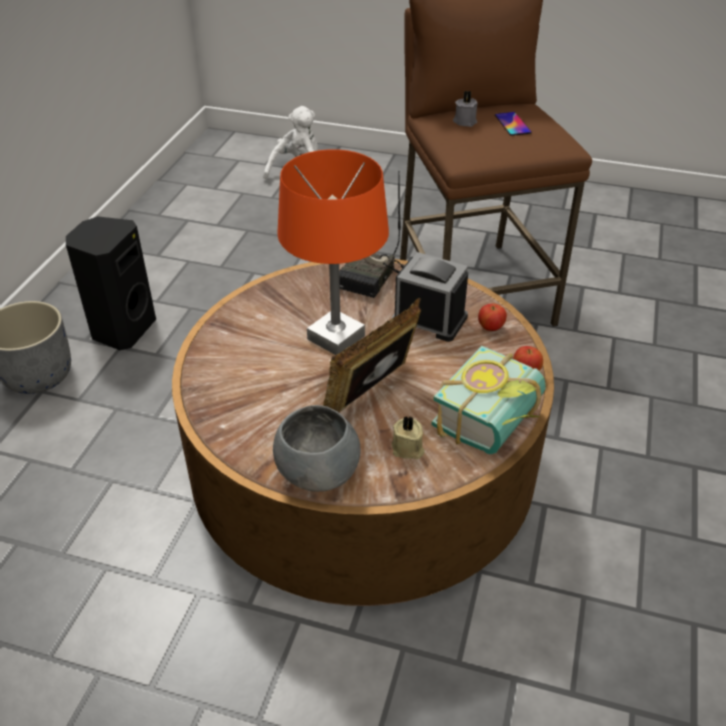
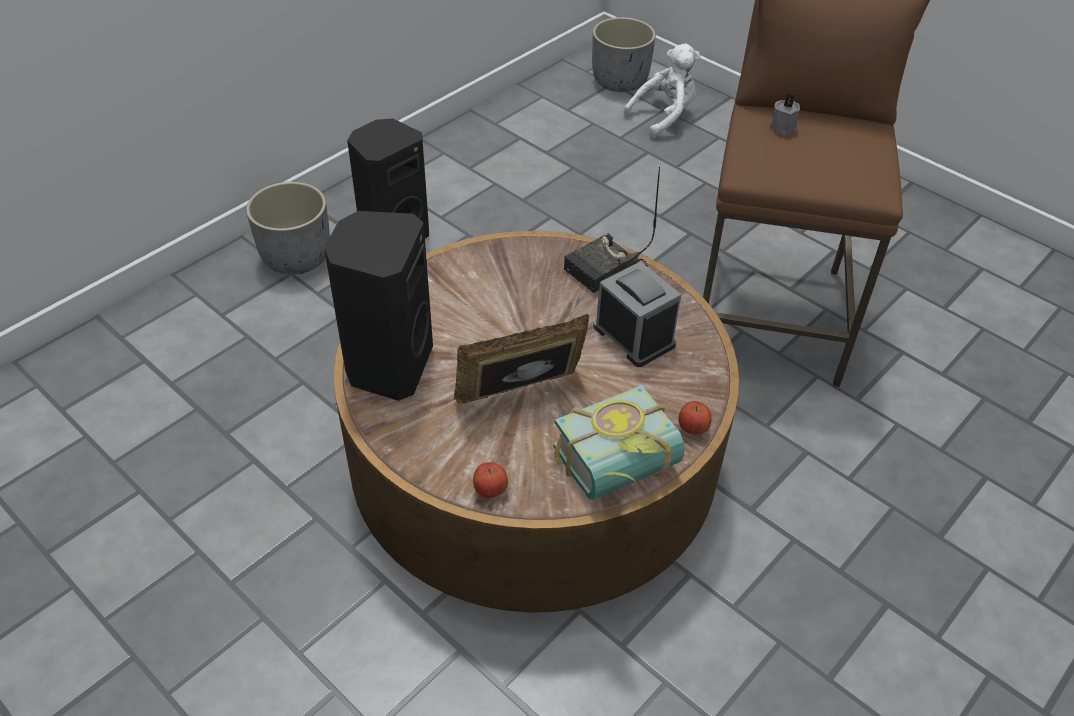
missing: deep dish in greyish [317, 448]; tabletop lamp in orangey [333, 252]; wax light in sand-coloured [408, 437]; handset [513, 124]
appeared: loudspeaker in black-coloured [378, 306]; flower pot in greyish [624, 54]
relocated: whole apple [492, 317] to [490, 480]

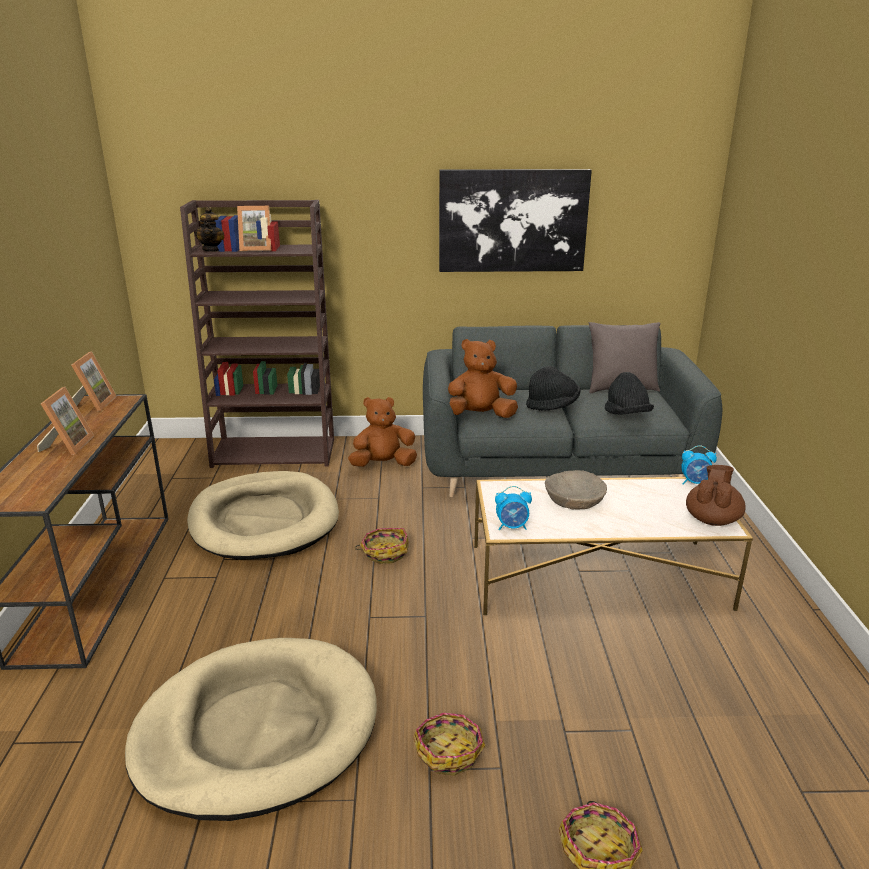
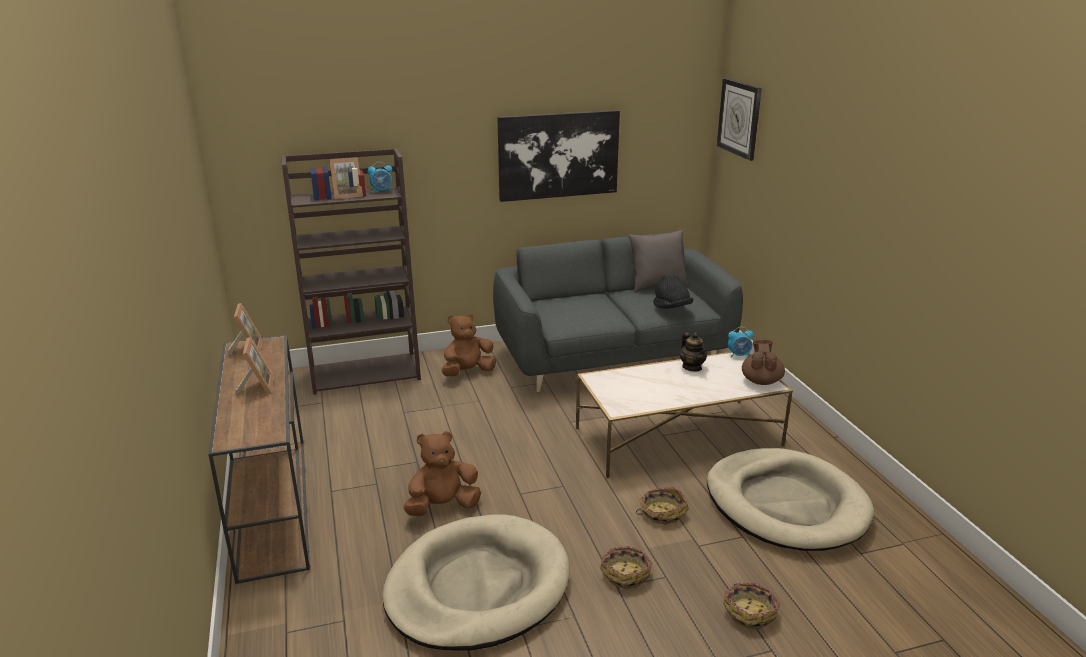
missing: wearable hat in black-coloured [553, 388]; deep dish in sand-coloured [576, 490]
appeared: hanging clock [739, 119]
relocated: dog bed in sand-coloured [263, 515] to [790, 499]; pot for tea [209, 229] to [693, 352]; storage basket [381, 546] to [662, 506]; plush toy in brown-coloured [483, 378] to [442, 473]; bedside clock [513, 508] to [380, 177]

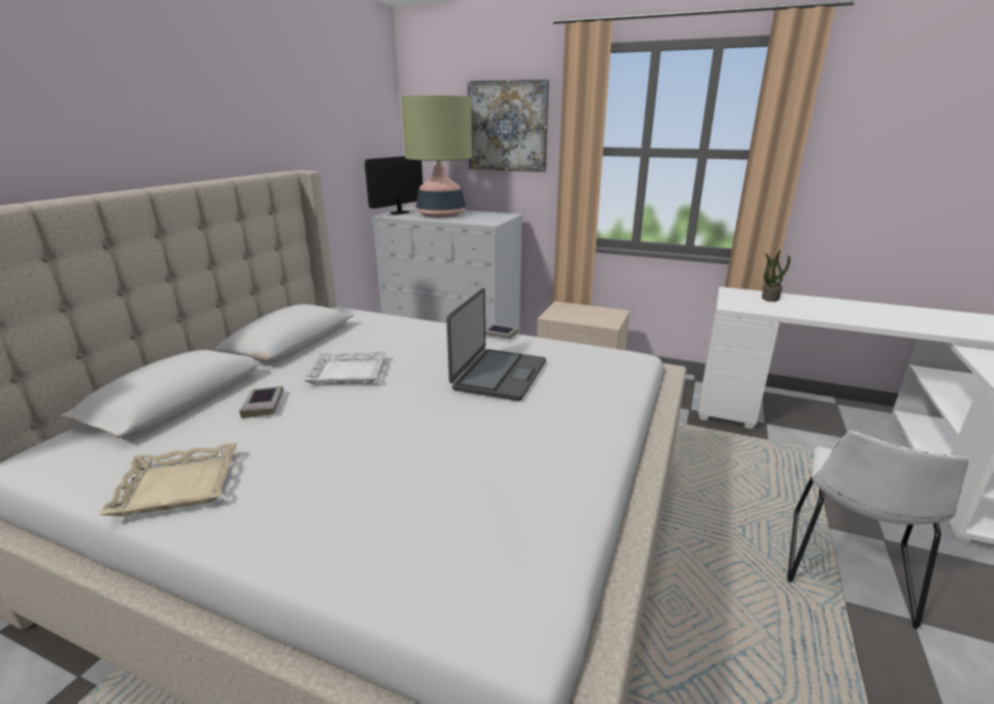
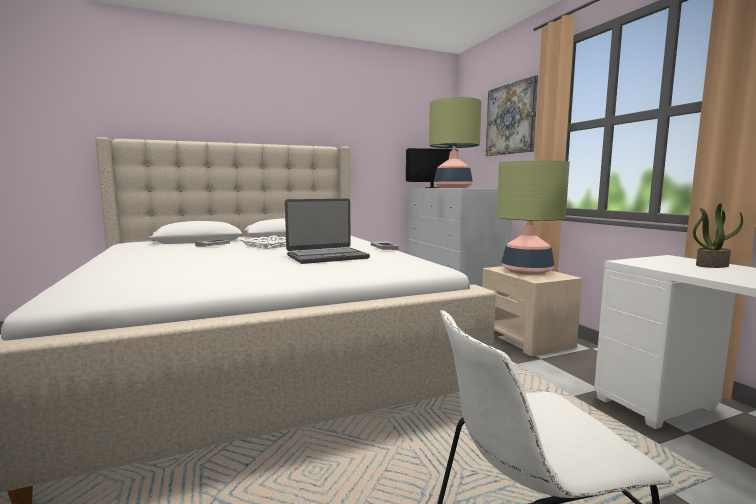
missing: carrying tray in sand-coloured [168, 479]
appeared: tabletop lamp [533, 217]

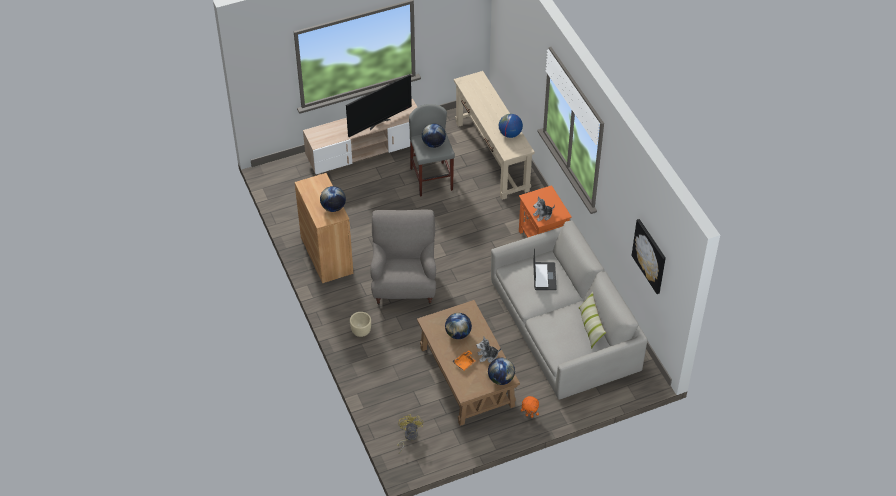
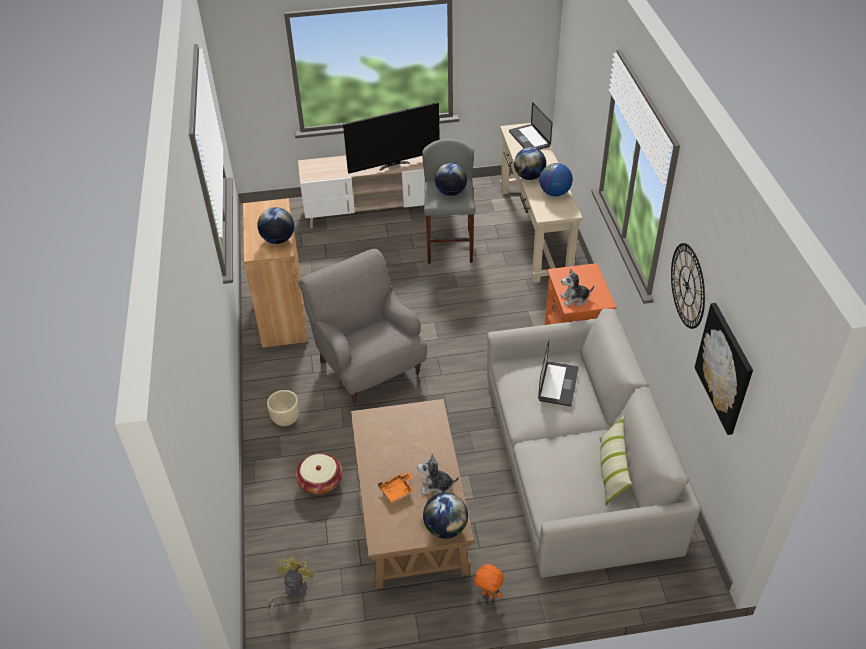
appeared: storage basket [319, 474]; notebook computer [530, 125]; hanging clock [688, 286]
relocated: globe [458, 326] to [530, 163]
spun: easy chair in greyish [403, 257] = [363, 326] 45 degrees counterclockwise

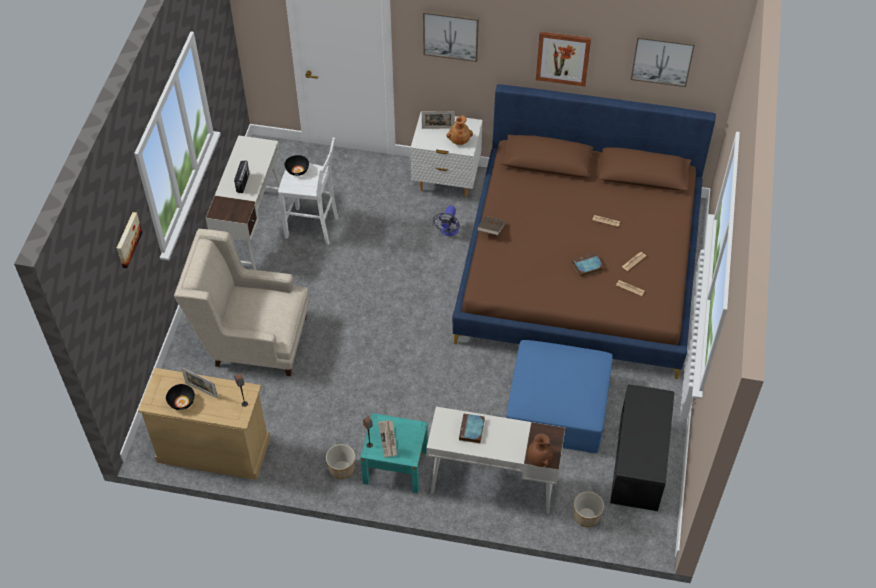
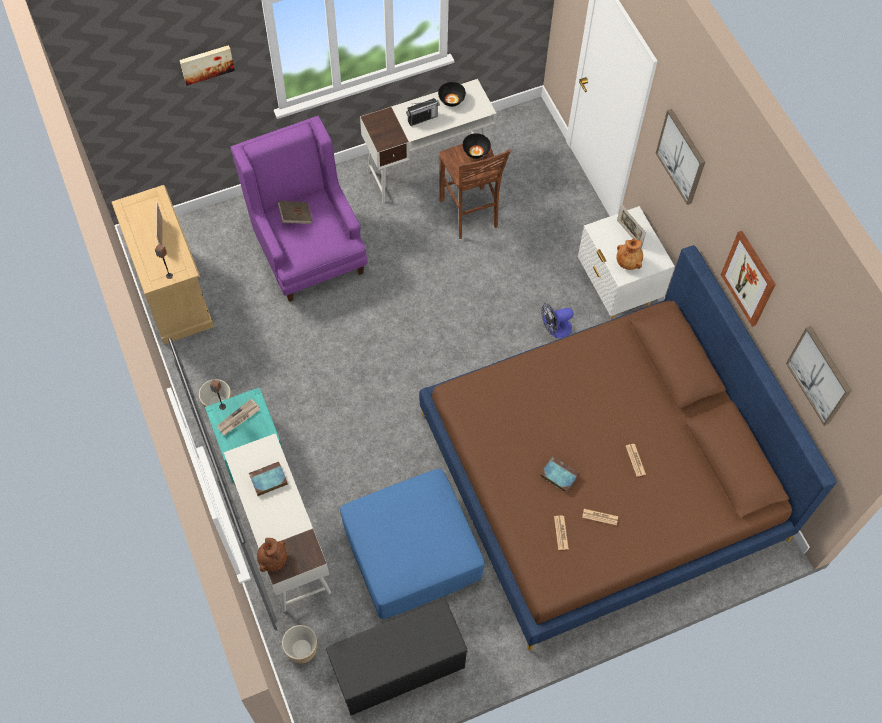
relocated: deep dish in black-coloured [180, 397] to [452, 94]; book in brown-coloured [491, 225] to [295, 212]
colour: easy chair in sand-coloured [241, 302] to easy chair in purple [299, 209]; stool in white [308, 191] to stool in brown-coloured [475, 191]

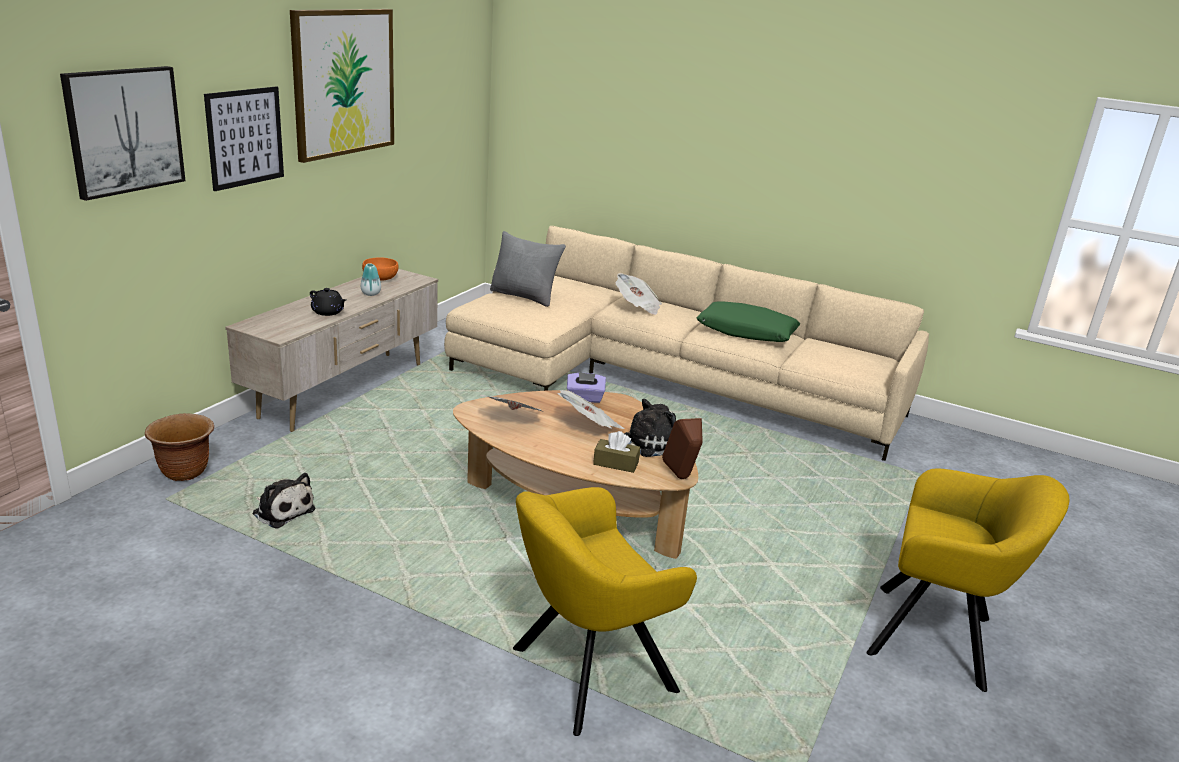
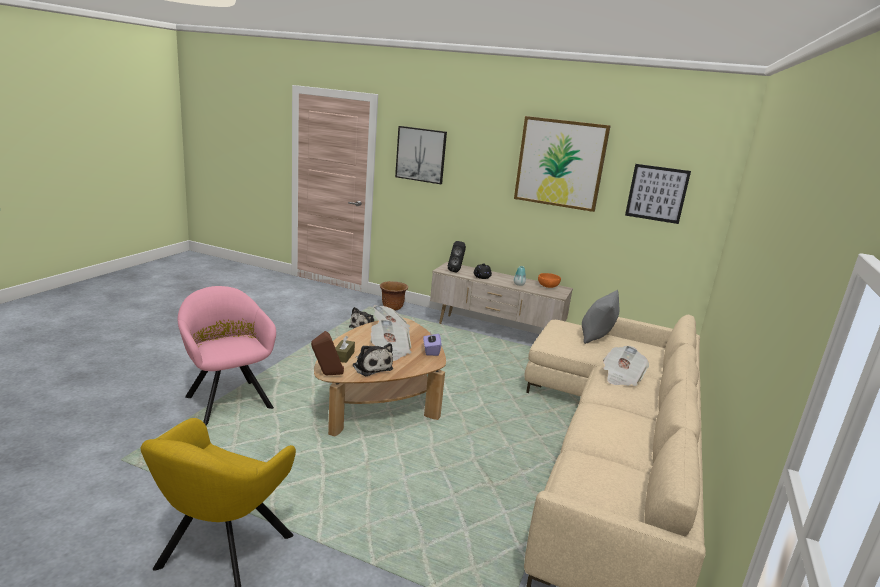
missing: throw pillow in green [748, 322]
appeared: loudspeaker in black-coloured [456, 257]
relocated: wall picture [244, 138] to [658, 194]
colour: easy chair in yellowish [605, 611] to easy chair in pinkish [227, 355]

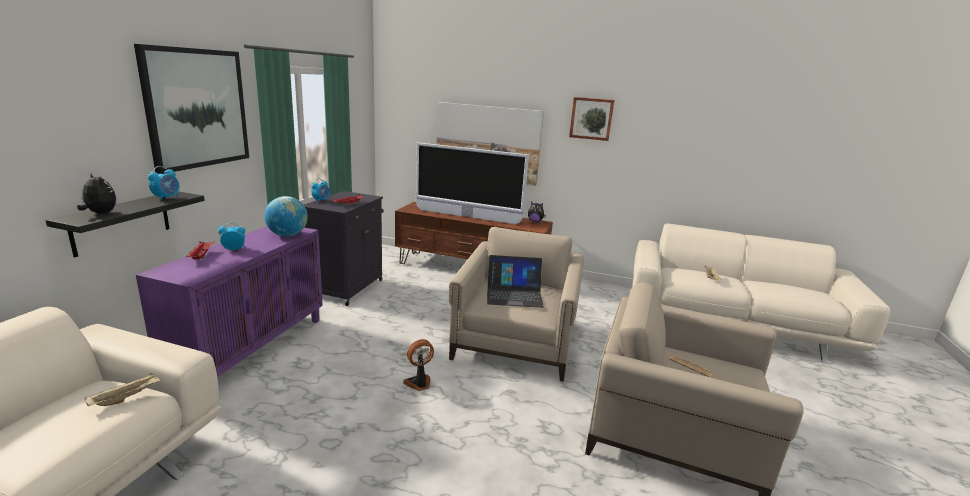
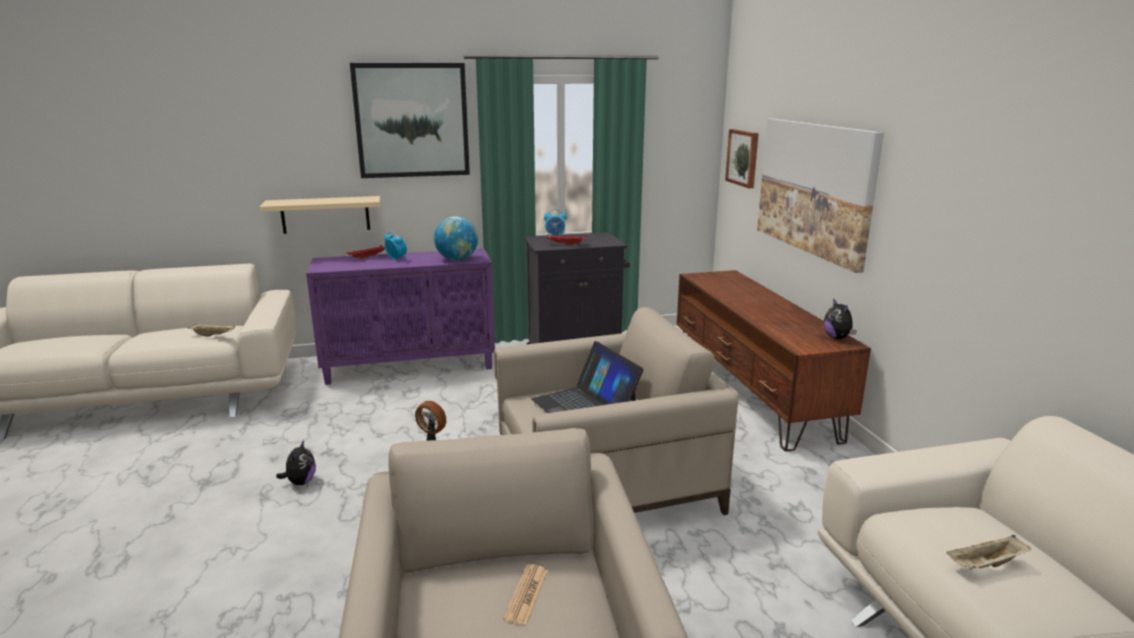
missing: bedside clock [163, 183]; television [472, 183]
relocated: plush toy [96, 193] to [296, 462]; wall picture [592, 119] to [742, 158]
colour: wall shelf in black-coloured [125, 224] to wall shelf in sand-coloured [320, 215]

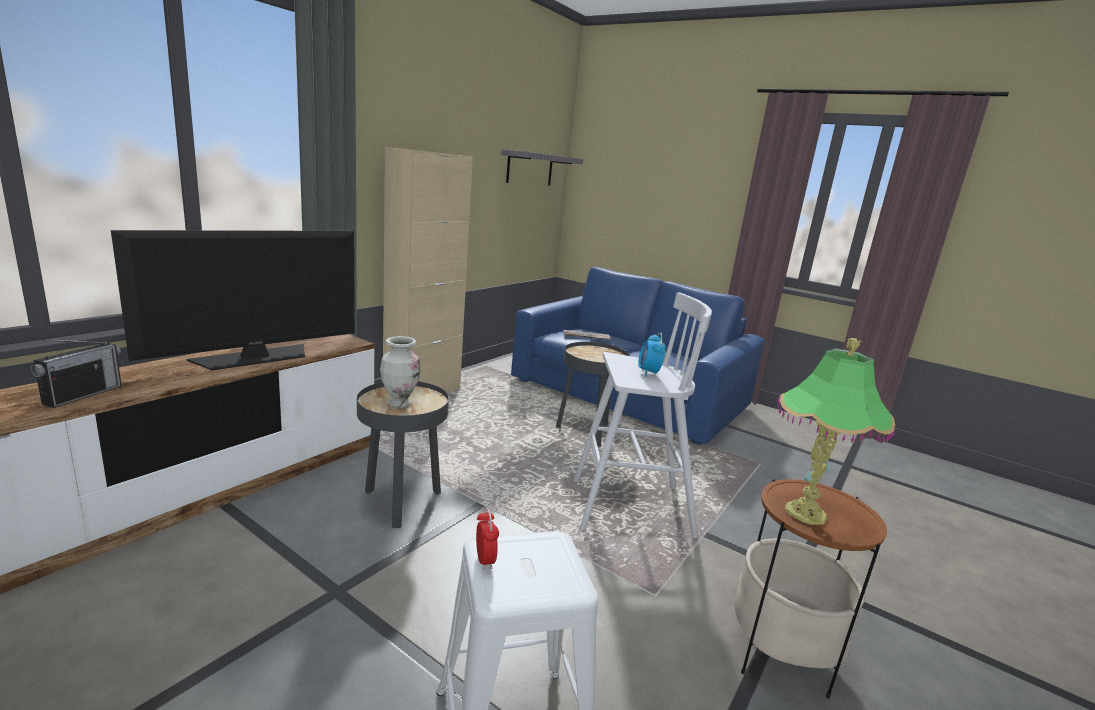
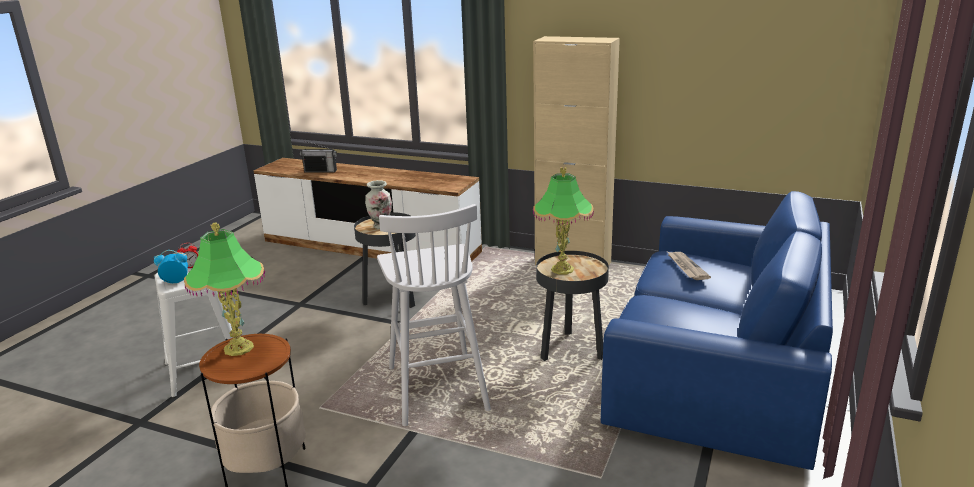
missing: television [233, 300]; wall shelf in greyish [542, 167]
appeared: tabletop lamp [563, 221]
relocated: bedside clock [652, 354] to [171, 266]

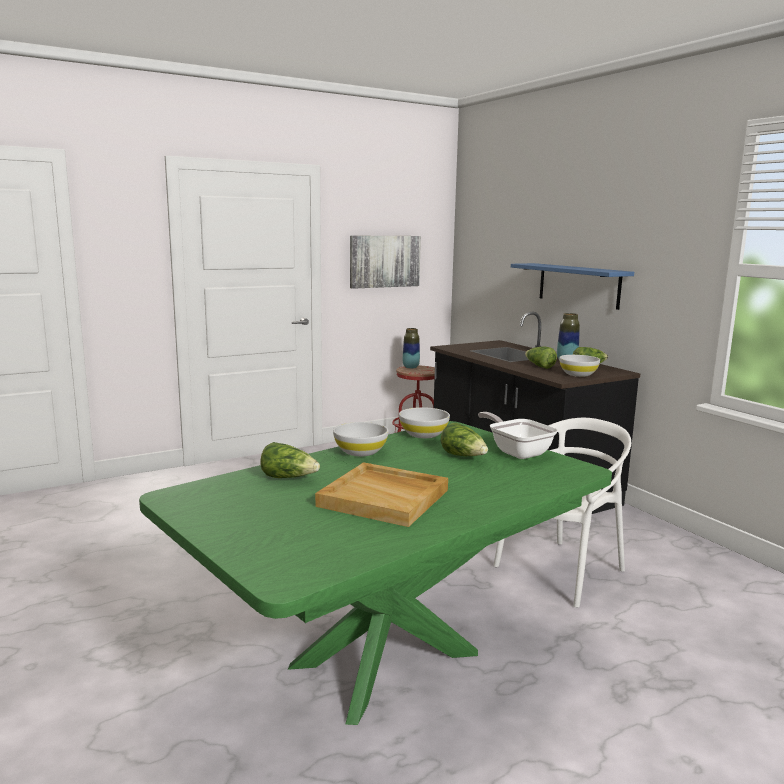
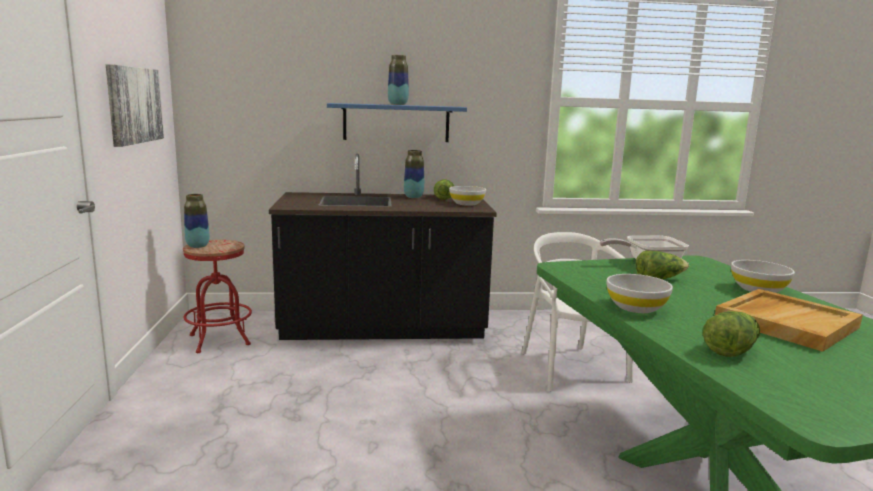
missing: lettuce head [541, 358]
appeared: decorative vase [398, 80]
relocated: deep dish in white [424, 422] to [763, 276]

